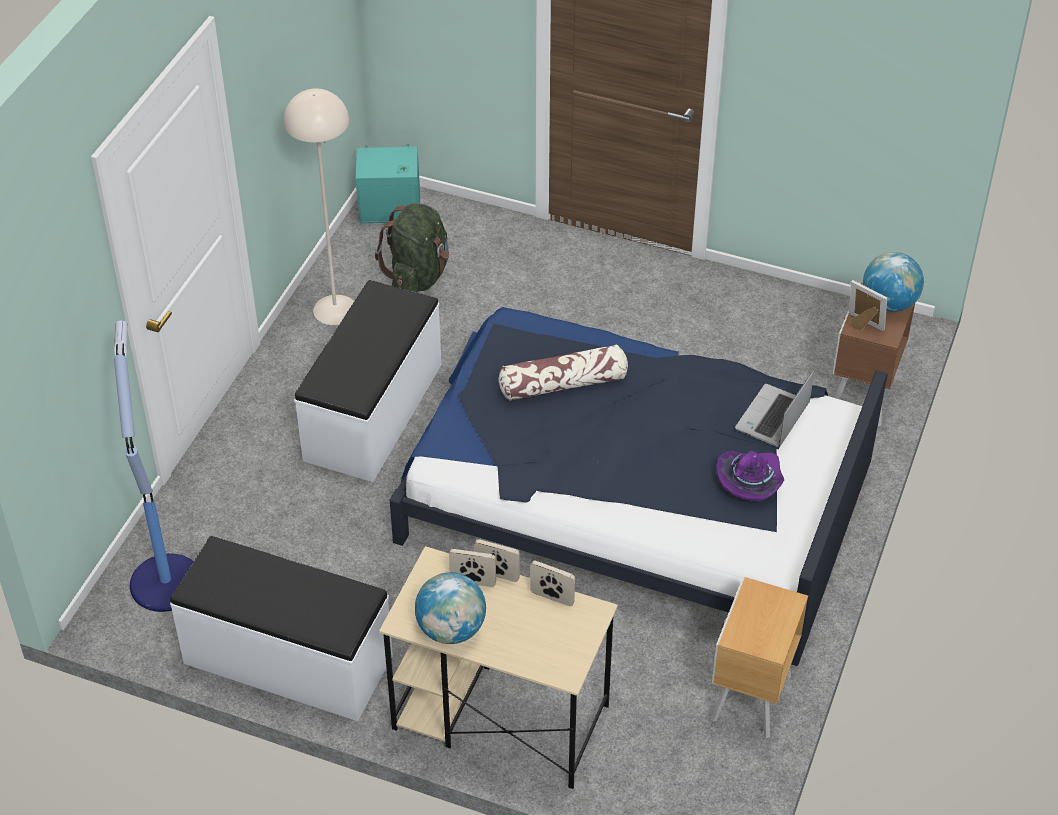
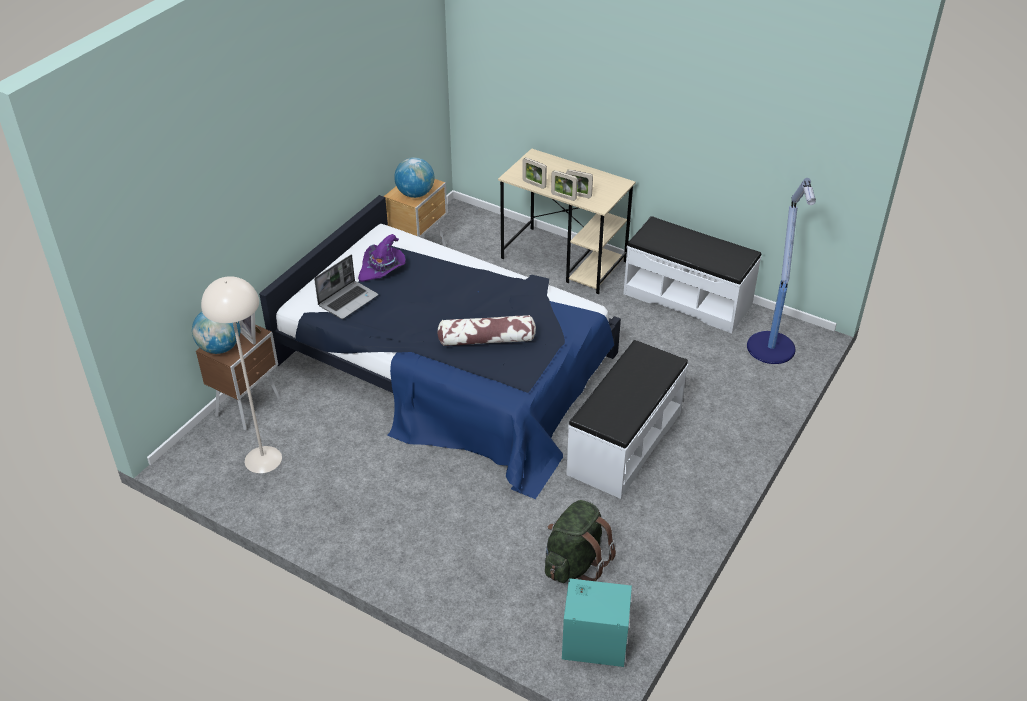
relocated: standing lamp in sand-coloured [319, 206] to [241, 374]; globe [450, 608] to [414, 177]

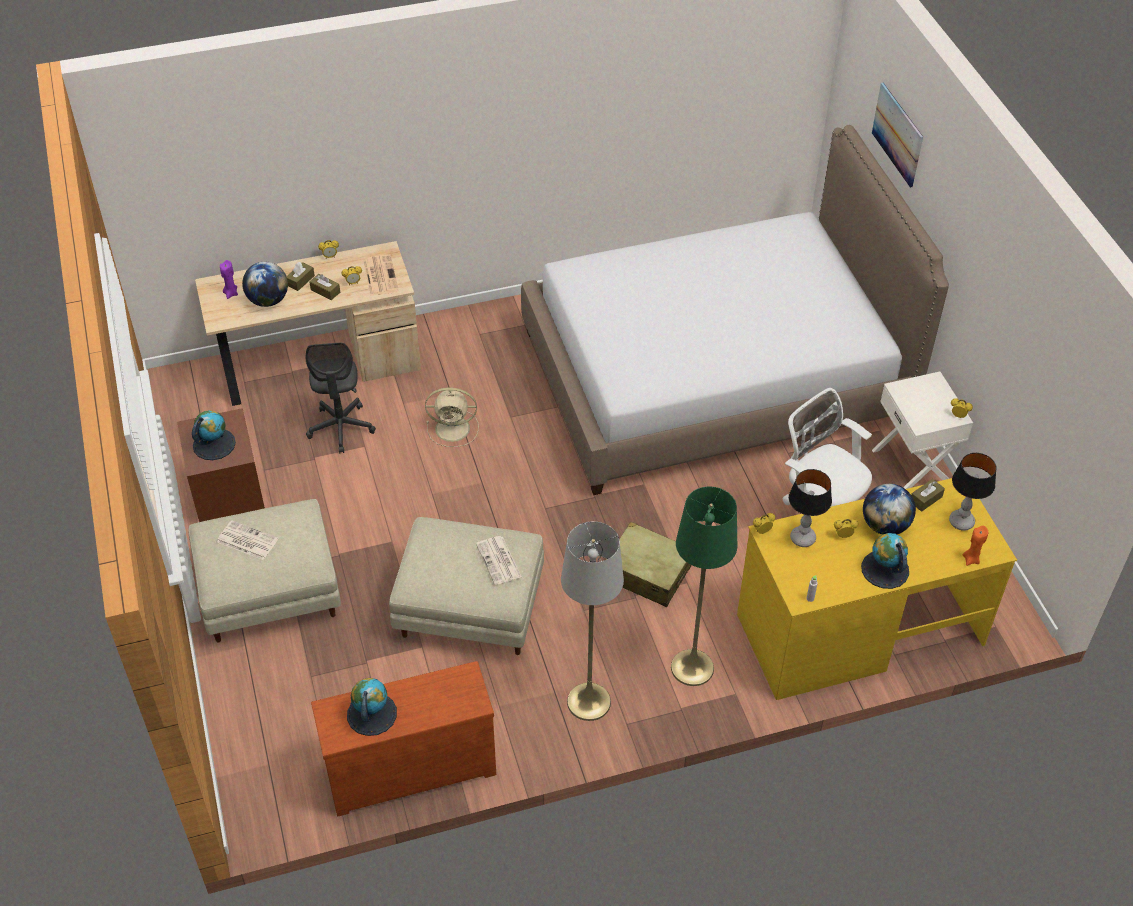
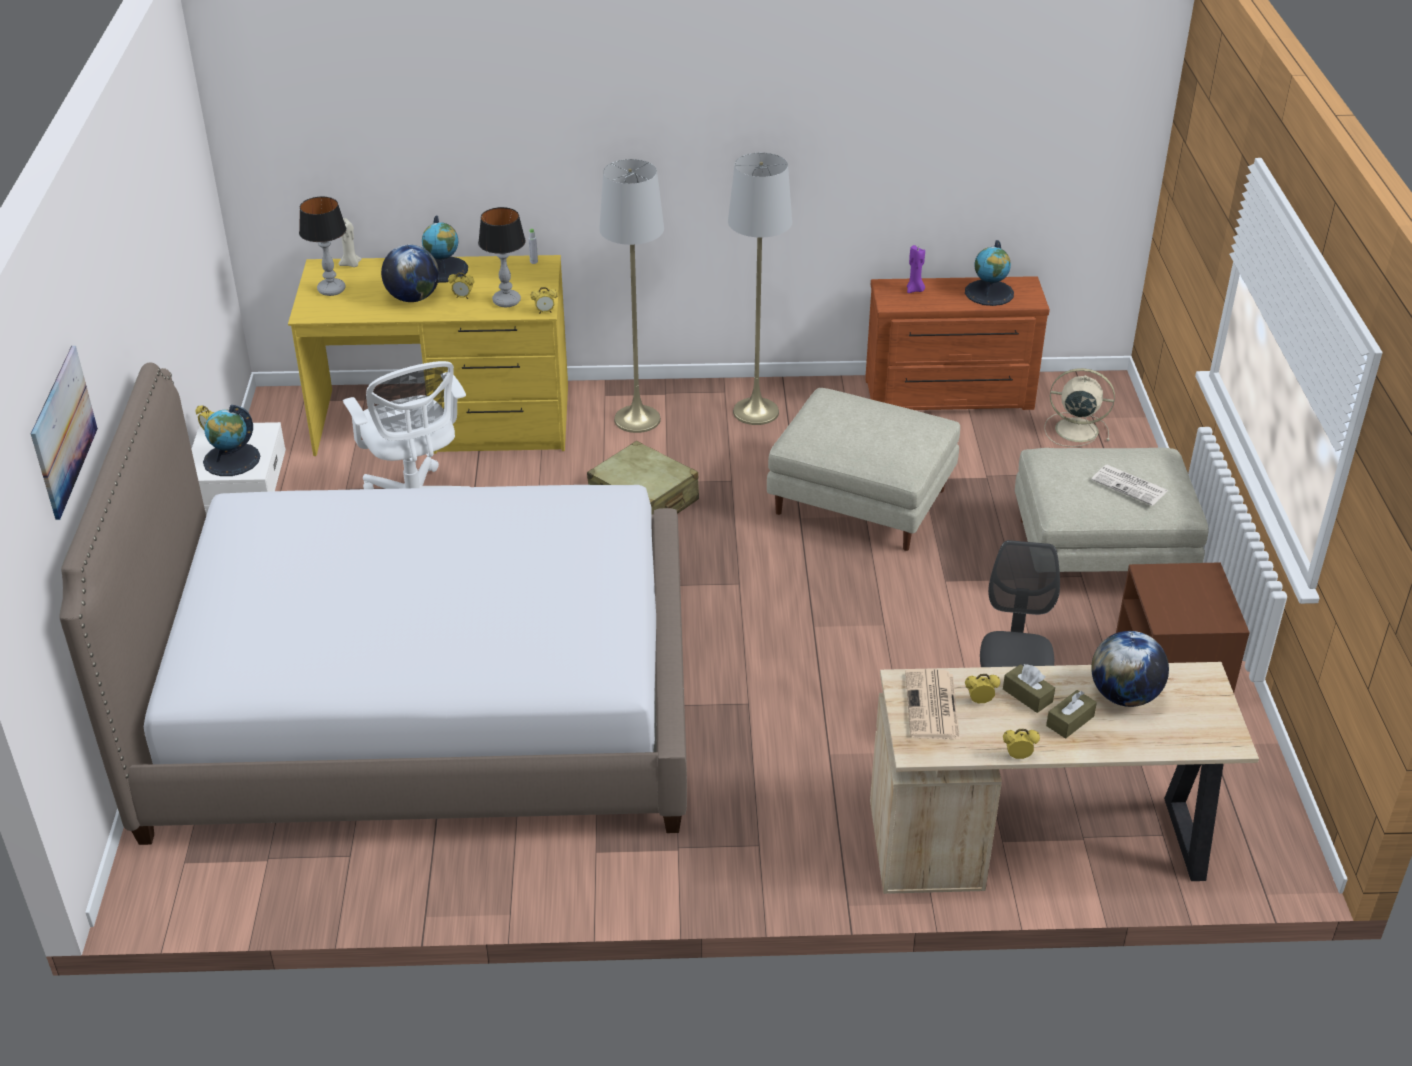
missing: printed paper [499, 560]; tissue holder in brown-coloured [928, 495]
relocated: globe [214, 435] to [231, 440]; wax light in purple [229, 279] to [916, 269]; fan in sand-coloured [452, 417] to [1079, 407]
colour: standing lamp in green [704, 586] to standing lamp in greyish [631, 296]; wax light in orangey [975, 546] to wax light in sand-coloured [350, 242]

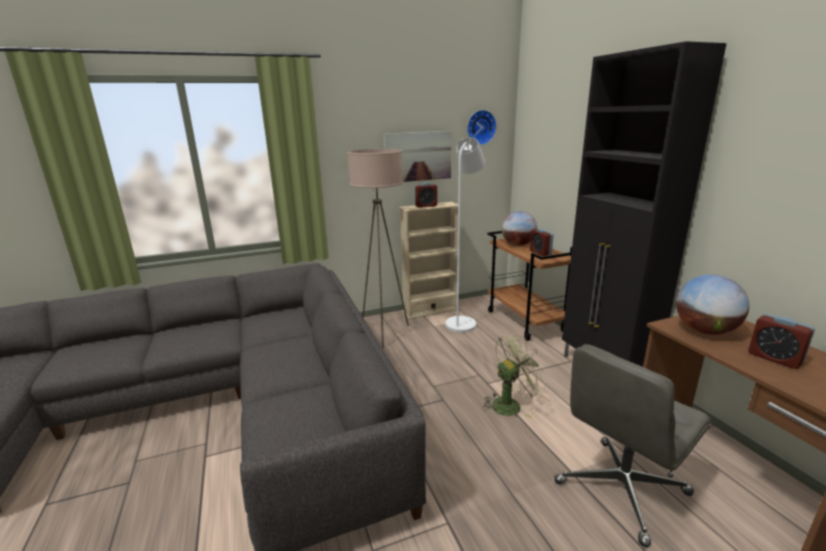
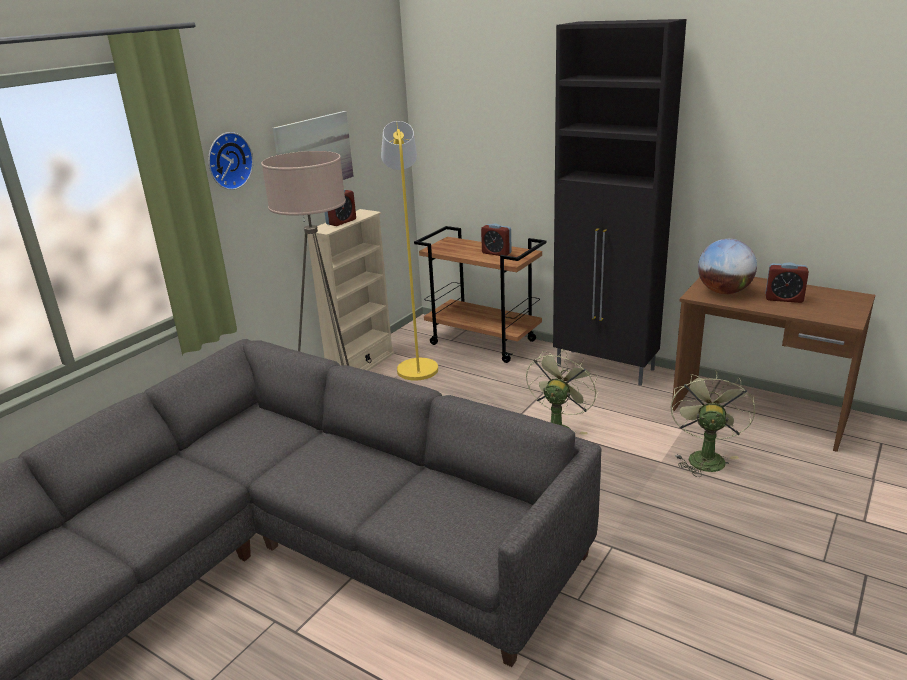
missing: globe [519, 228]
relocated: hanging clock [482, 127] to [230, 161]
exchanged: computer chair in greyish [632, 445] to fan in green [712, 423]
colour: standing lamp in white [465, 235] to standing lamp in yellowish [409, 251]

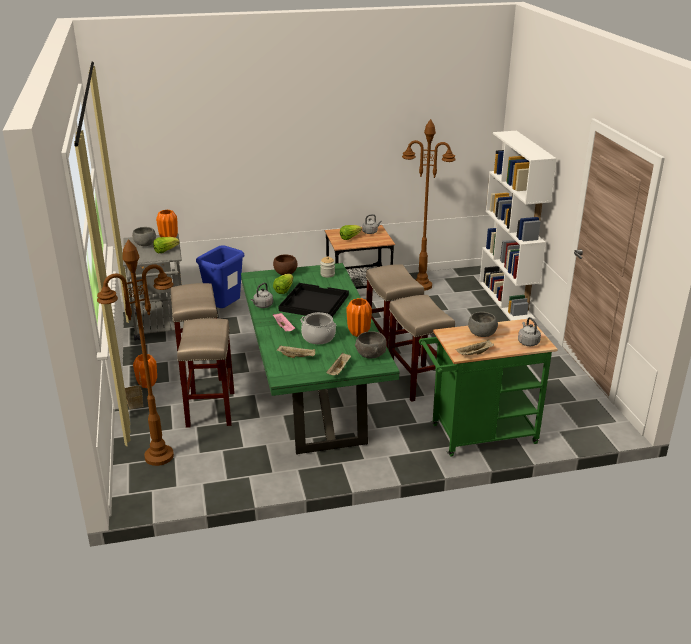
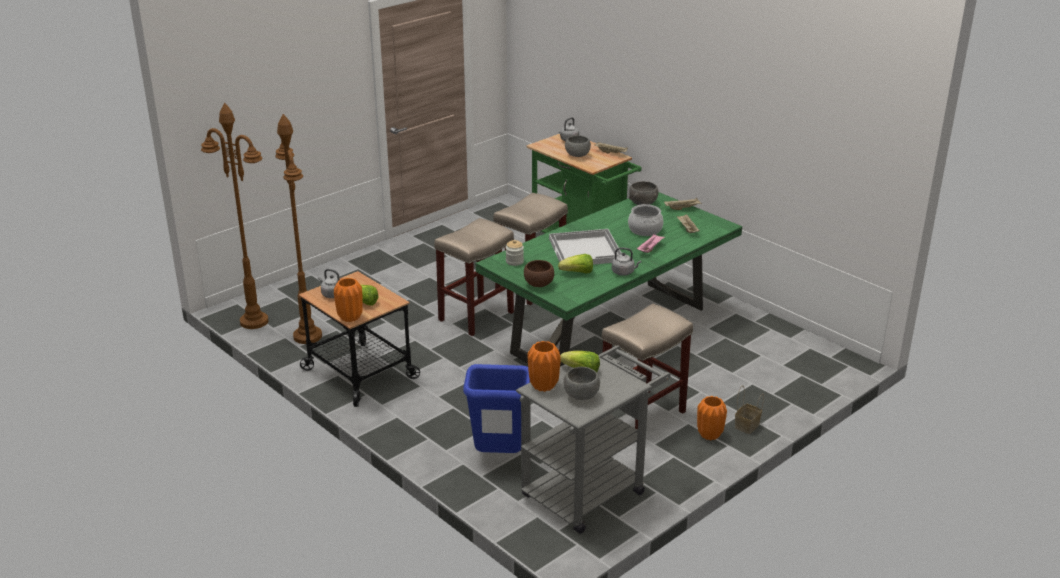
missing: stool in sand-coloured [205, 373]; shelving unit in white [518, 226]
relocated: standing lamp in brown-coloured [135, 352] to [234, 216]; decorative vase in orangey [359, 317] to [348, 300]
colour: carrying tray in black-coloured [313, 300] to carrying tray in white [585, 247]

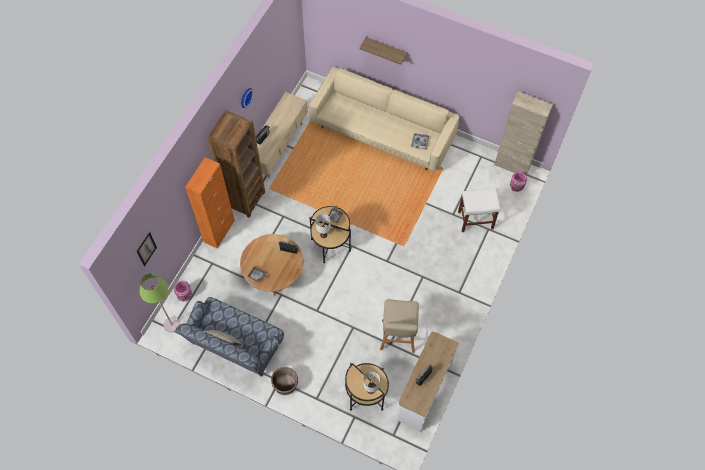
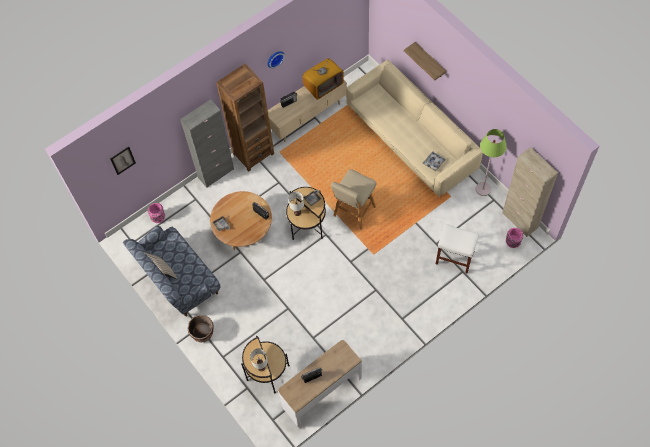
appeared: television [323, 79]
relocated: standing lamp in green [160, 302] to [491, 162]; stool in sand-coloured [399, 326] to [353, 199]
colour: storage cabinet in orangey [210, 203] to storage cabinet in greyish [207, 143]

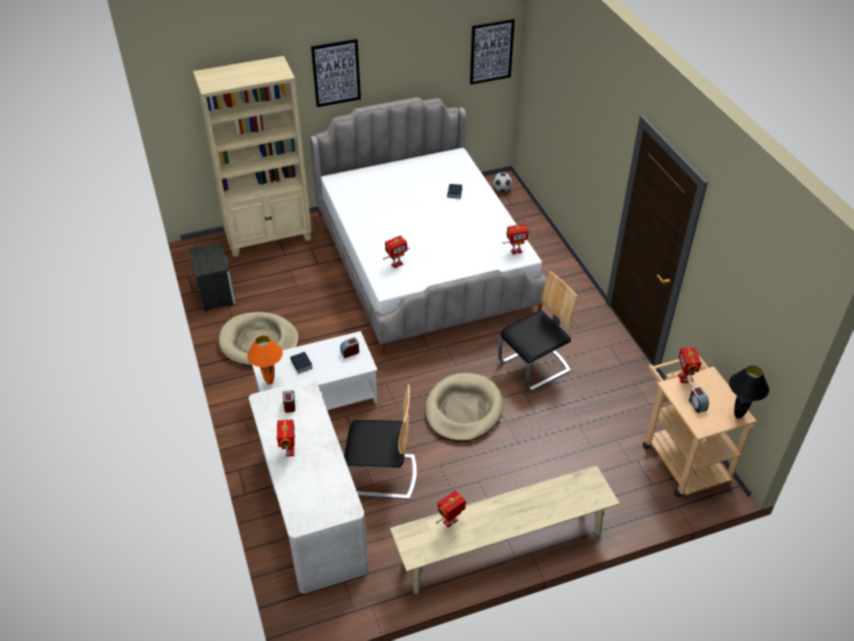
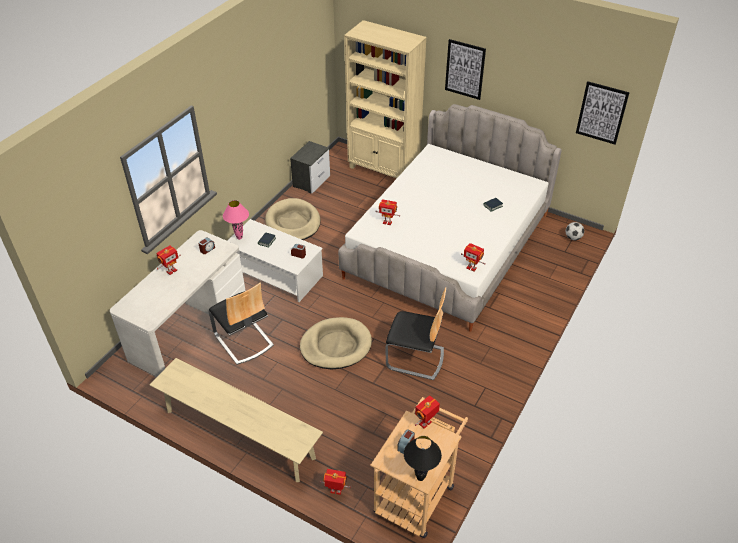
relocated: toy robot [451, 508] to [335, 482]
colour: tabletop lamp in orangey [265, 359] to tabletop lamp in pinkish [236, 220]

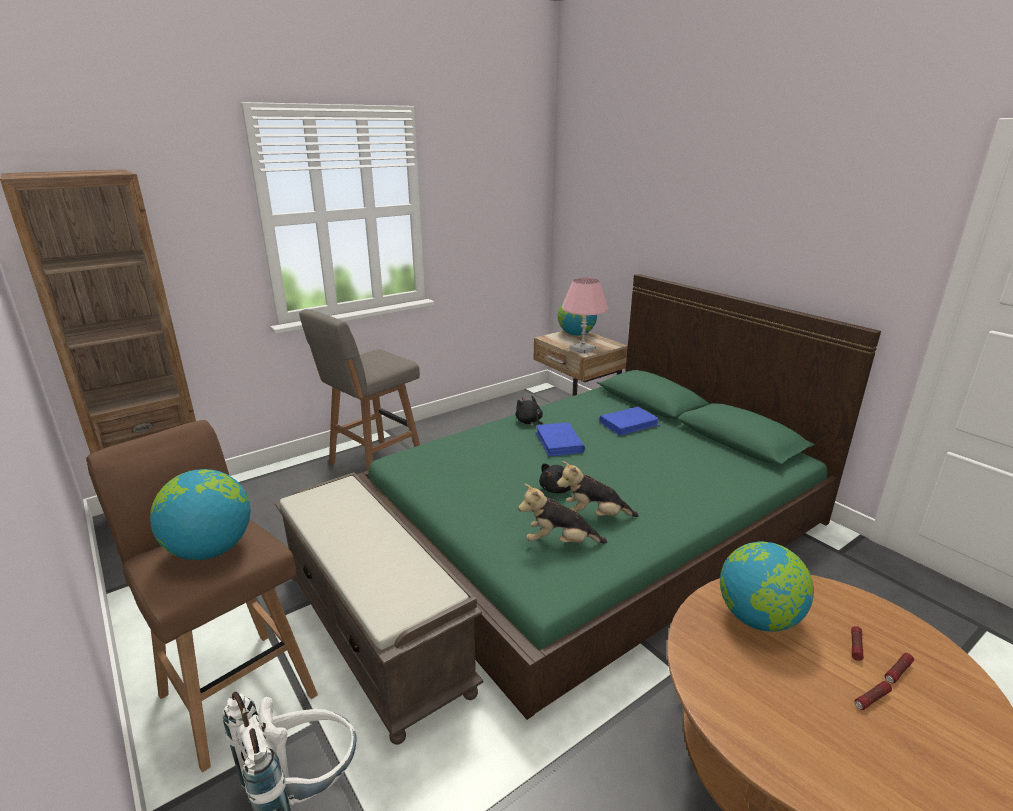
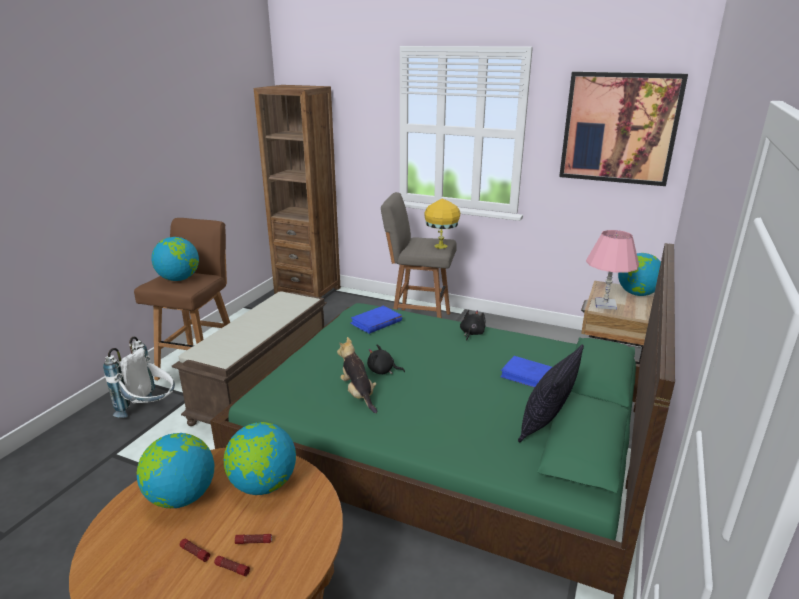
missing: plush toy [562, 514]
appeared: globe [175, 470]; tabletop lamp in yellowish [442, 224]; throw pillow [551, 393]; wall picture [623, 128]
relocated: book in blue-coloured [560, 439] to [376, 320]

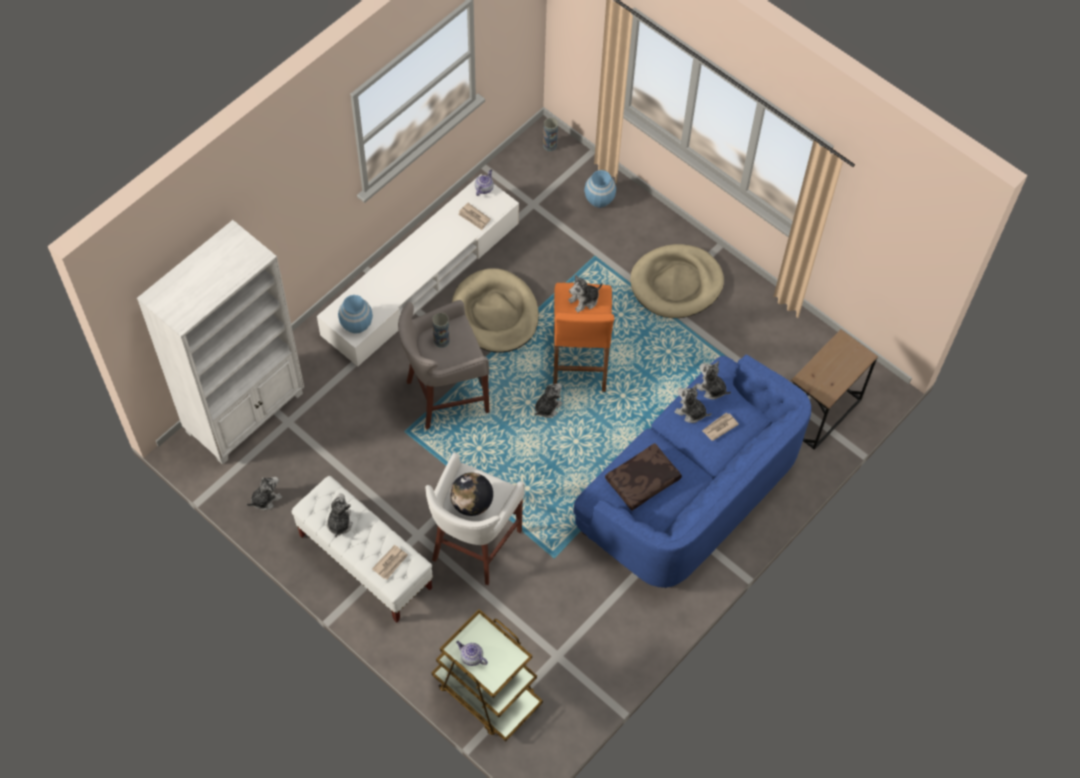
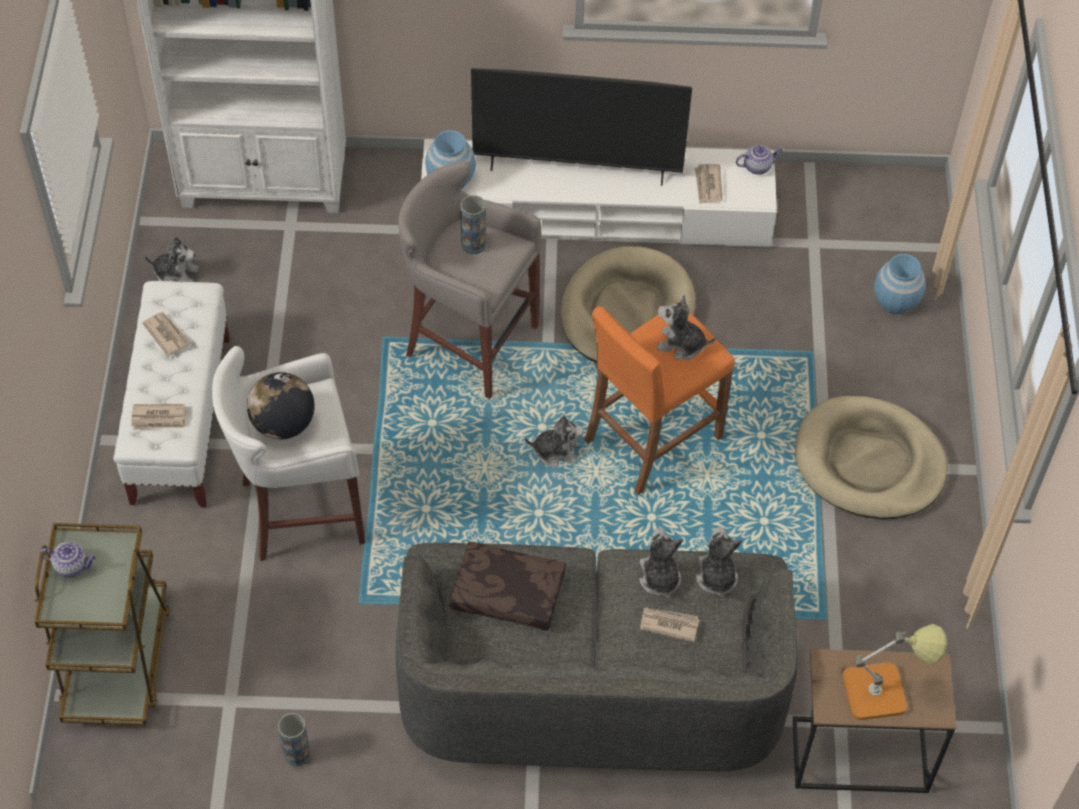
appeared: television [581, 127]; tabletop lamp [895, 672]
relocated: decorative vase [550, 134] to [294, 740]
exchanged: plush toy [339, 515] to printed paper [166, 334]
colour: sofa in blue-coloured [692, 471] to sofa in greyish [597, 656]
spun: pot for tea [472, 653] = [68, 559] 105 degrees clockwise

